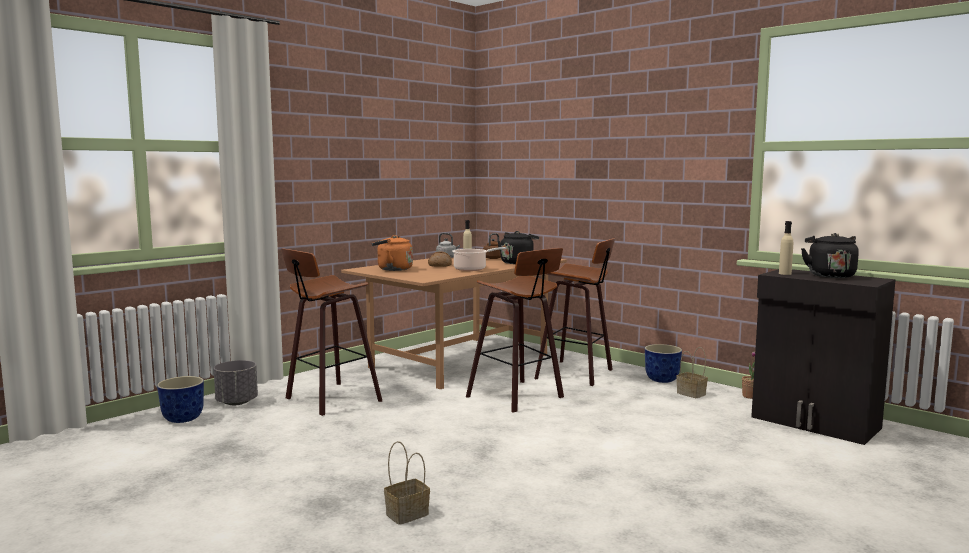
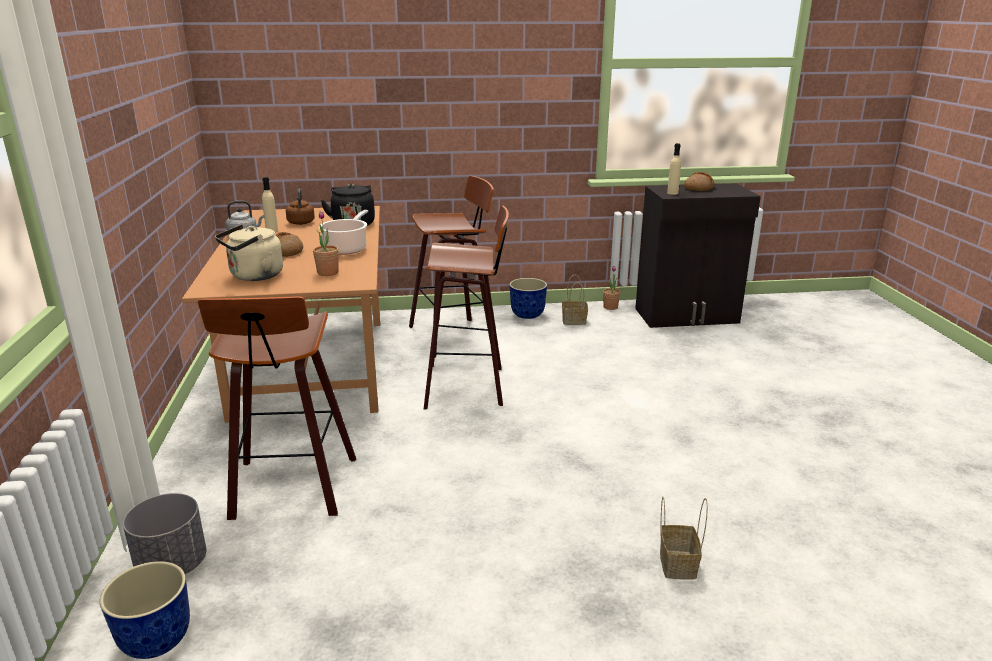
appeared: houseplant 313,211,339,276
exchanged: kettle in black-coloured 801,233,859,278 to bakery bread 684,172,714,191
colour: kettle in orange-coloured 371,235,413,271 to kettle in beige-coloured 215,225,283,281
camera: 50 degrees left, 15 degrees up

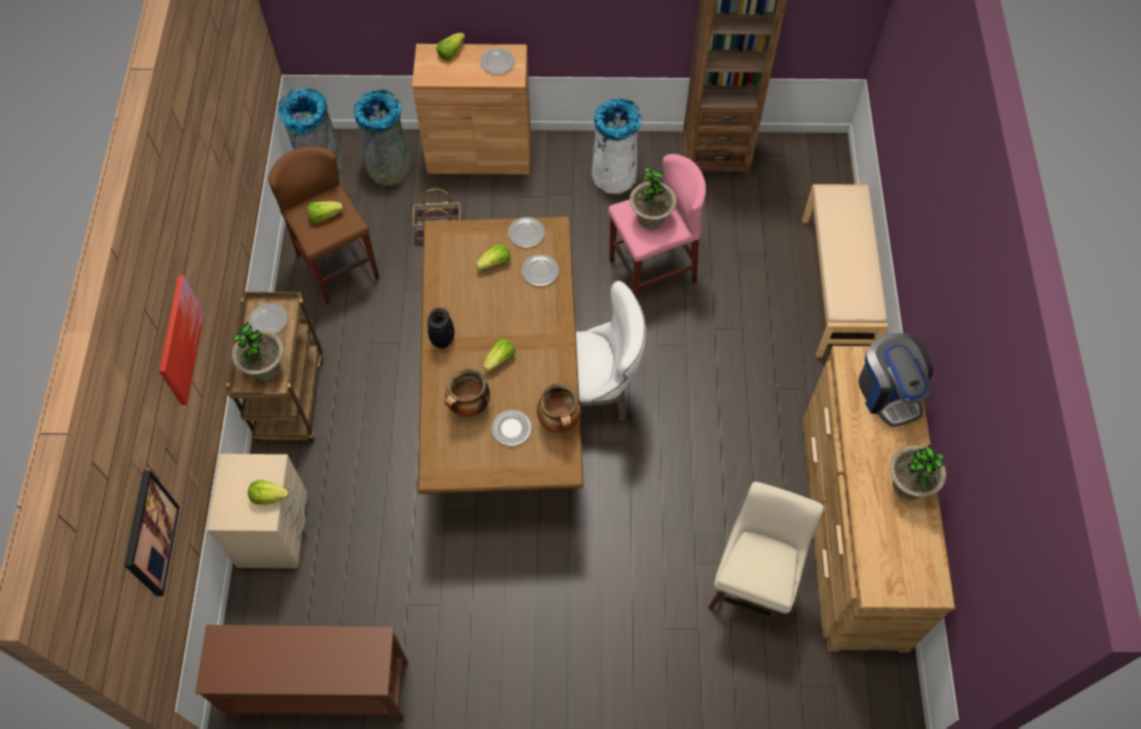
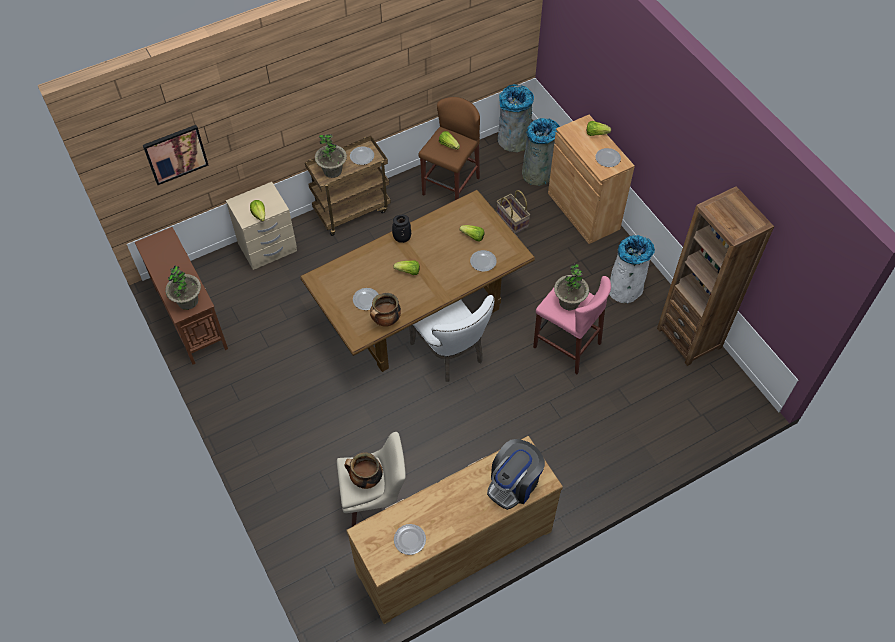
missing: wall picture 159,275,204,405; bench in beige-coloured 802,184,888,357
relocated: cooking pot 444,369,490,417 to 344,452,383,489; dinner plate 508,217,545,248 to 394,524,426,555; houseplant 890,444,946,500 to 165,265,201,310
camera: 60 degrees right, 5 degrees down

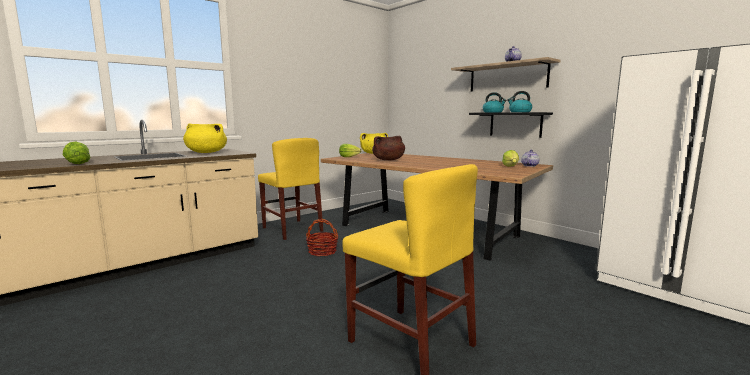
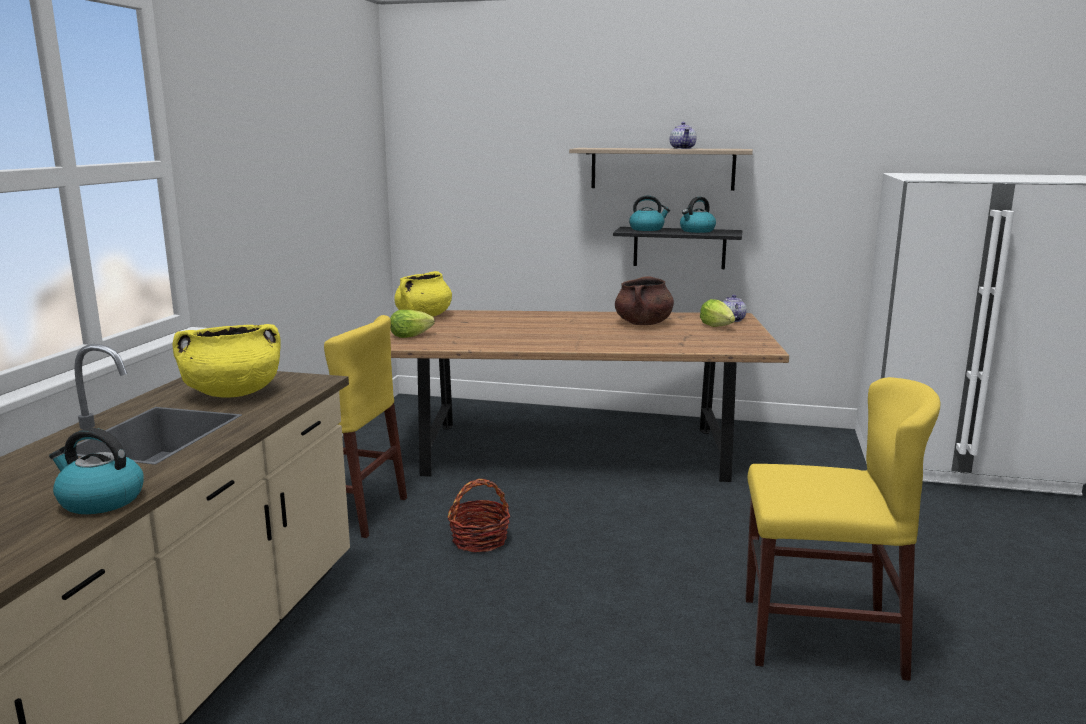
relocated: cooking pot in brownish 372,136,405,160 to 615,276,674,325
exchanged: head of lettuce 63,141,91,164 to kettle 49,428,144,514
camera: 35 degrees left, 5 degrees up

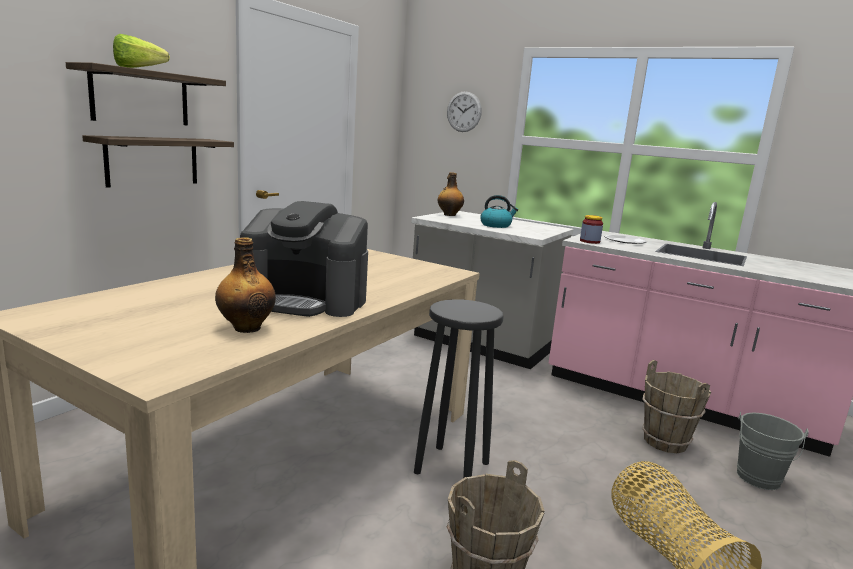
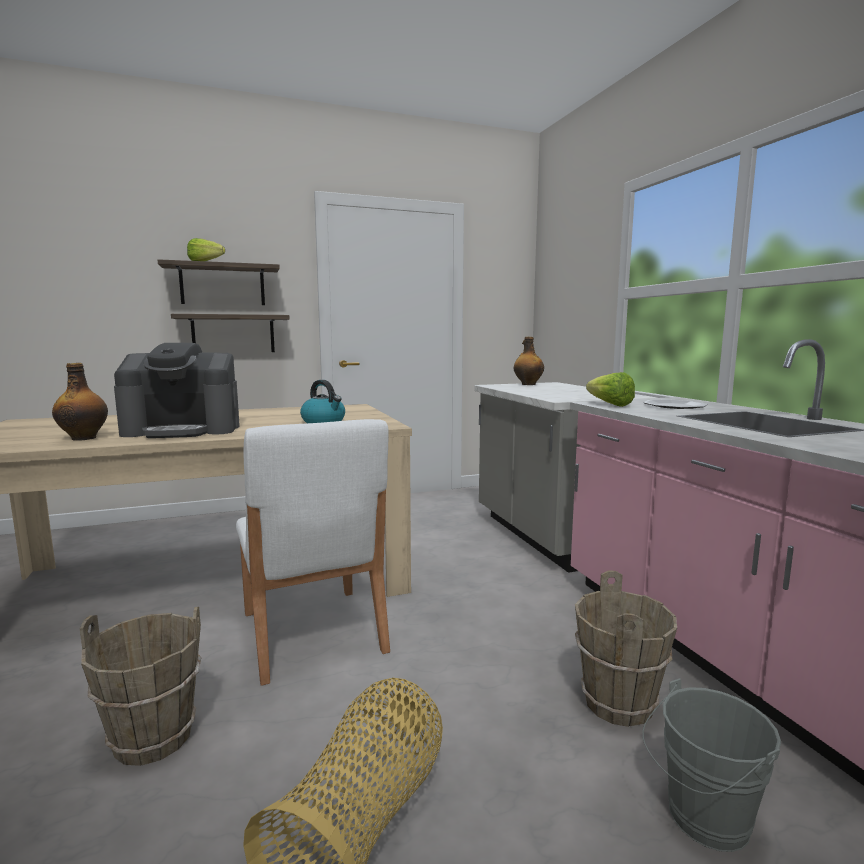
missing: clock on the wall 447,91,482,132
relocated: kettle 480,195,518,228 to 300,380,345,423
exchanged: sitting stool in black-coloured 414,299,504,478 to upright chair in white 236,419,390,686; storage jar 580,215,603,244 to head of lettuce 586,372,635,407
spun: coffee brewer 240,201,368,317 = 114,343,240,438 60 degrees counterclockwise
camera: 40 degrees right, 5 degrees down

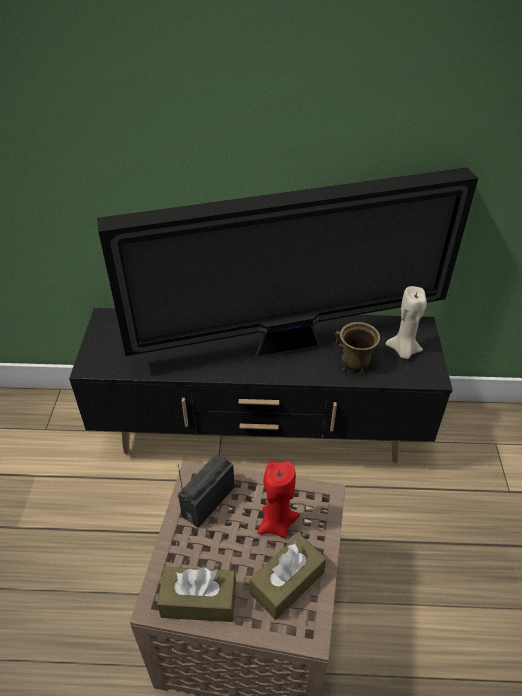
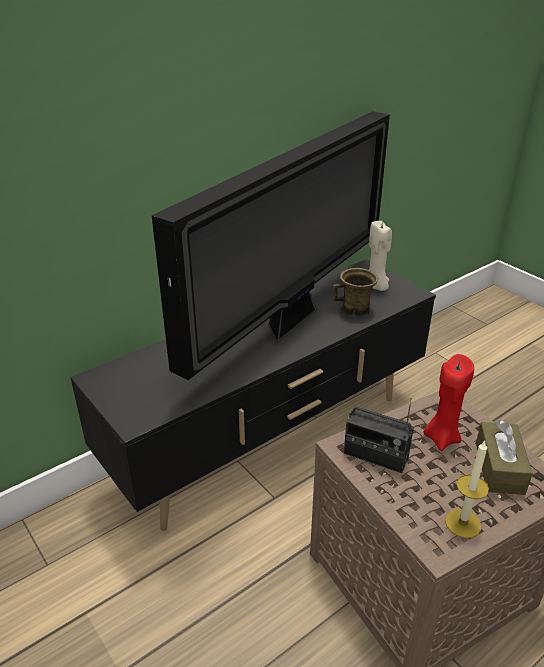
exchanged: tissue box in brownish 157,567,236,622 to wax candle 445,441,489,538
spun: radio set 178,454,235,528 = 344,398,414,473 60 degrees counterclockwise
camera: 40 degrees left, 10 degrees down

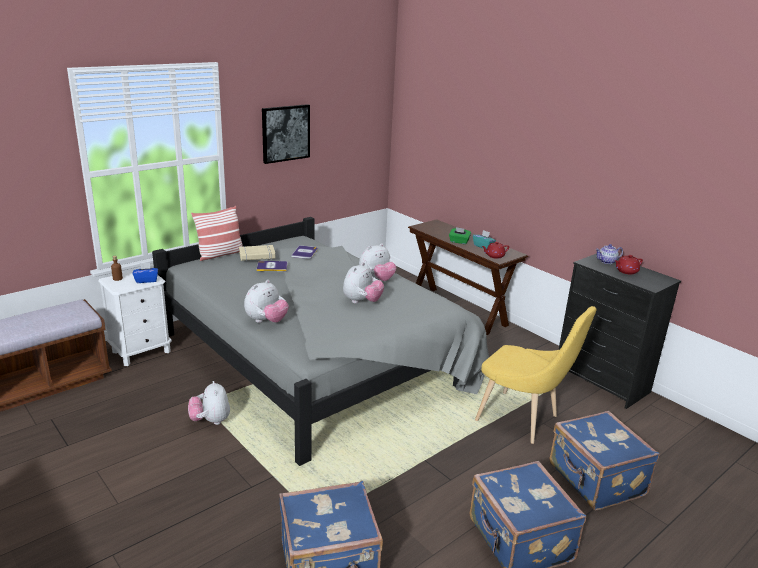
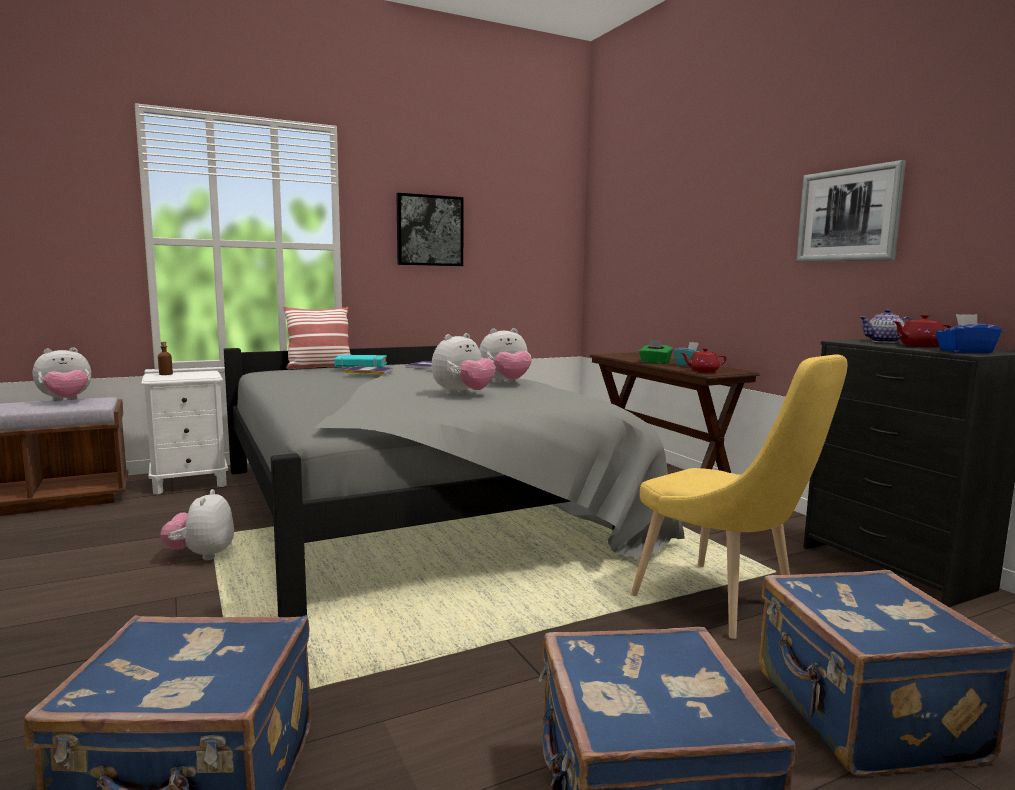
appeared: wall picture 796,160,906,262
relocated: tissue box in blue 133,263,158,283 to 936,314,1002,353; soft toy 244,280,289,323 to 33,347,91,401
colour: volume in beige-coloured 239,245,275,261 to volume in turquoise 335,355,387,367
camera: 15 degrees right, 15 degrees down

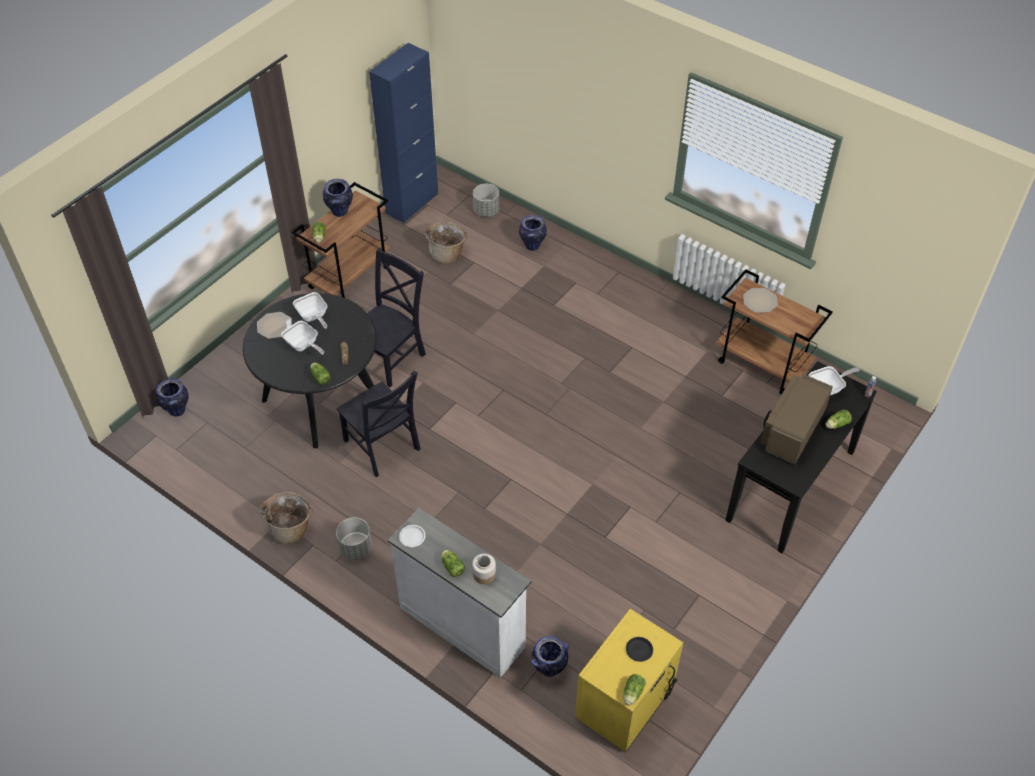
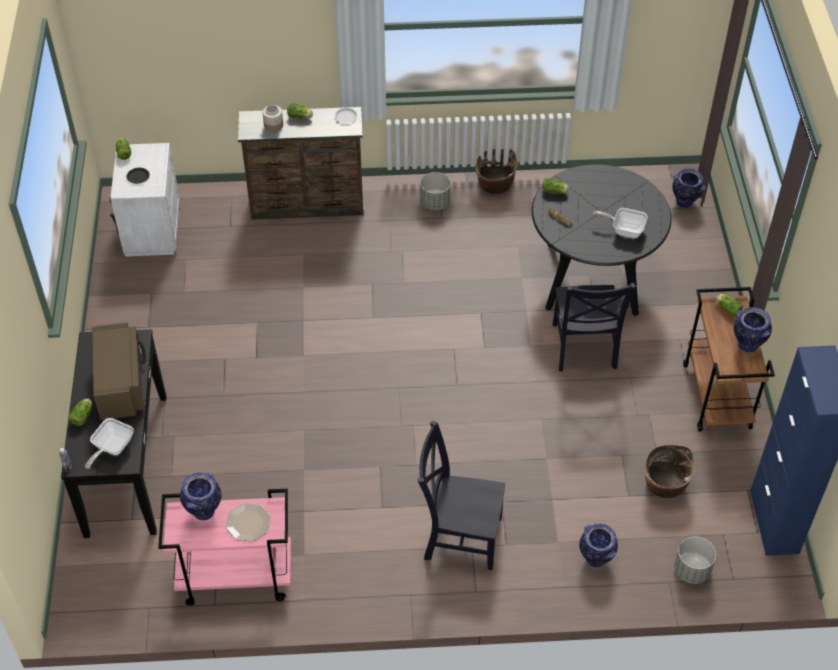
missing: dinner plate 257,312,292,339; pan 281,321,324,355
relocated: upright chair in black-coloured 337,371,421,477 to 418,421,505,570; decorative vase 531,636,569,677 to 180,472,221,520
colour: dresser in white 388,508,531,678 to dresser in brownish 238,107,363,220; nightstand in yellow 575,609,683,752 to nightstand in white 110,143,180,257; cart in brownish 716,269,833,395 to cart in pink 158,489,291,606
camera: 140 degrees right, 0 degrees up

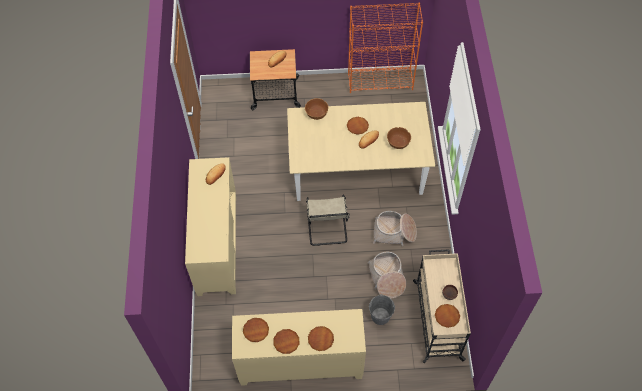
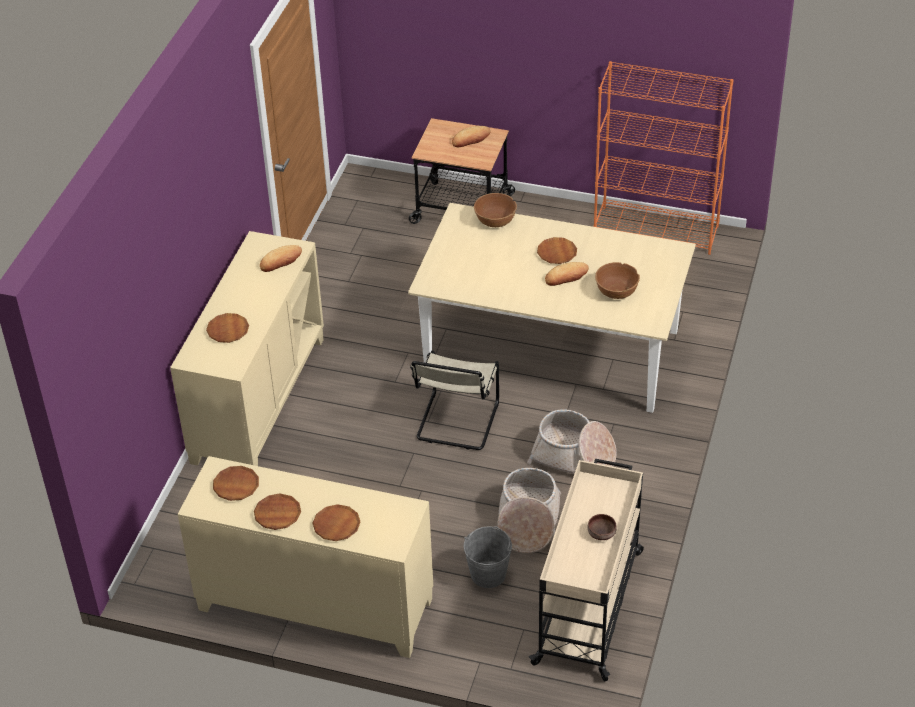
relocated: dinner plate in brownish 435,304,460,328 to 206,313,249,343
camera: 20 degrees right, 15 degrees down

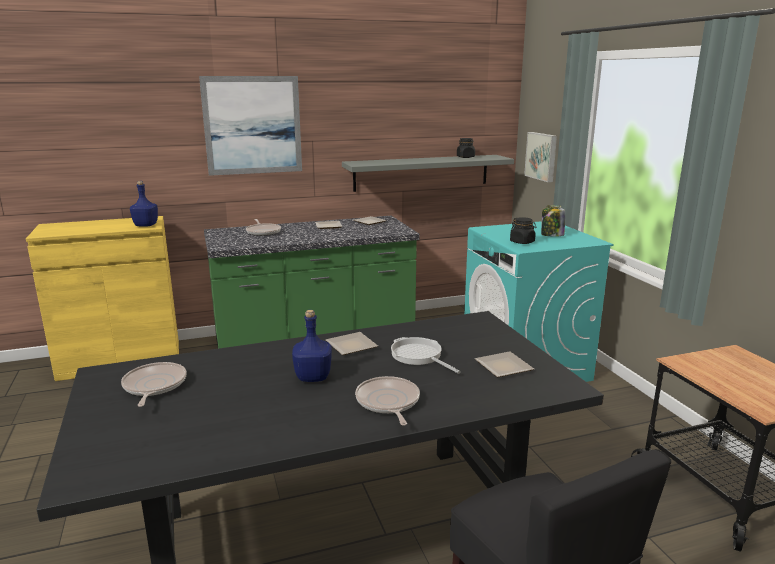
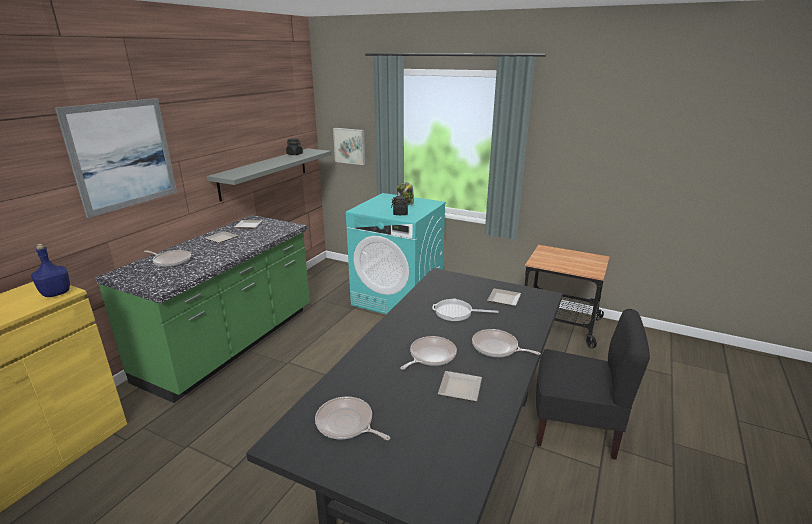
relocated: dinner plate 326,332,378,355 to 438,371,482,402
exchanged: beverage bottle in blue 292,310,332,382 to pan 400,336,457,370
camera: 45 degrees left, 5 degrees up

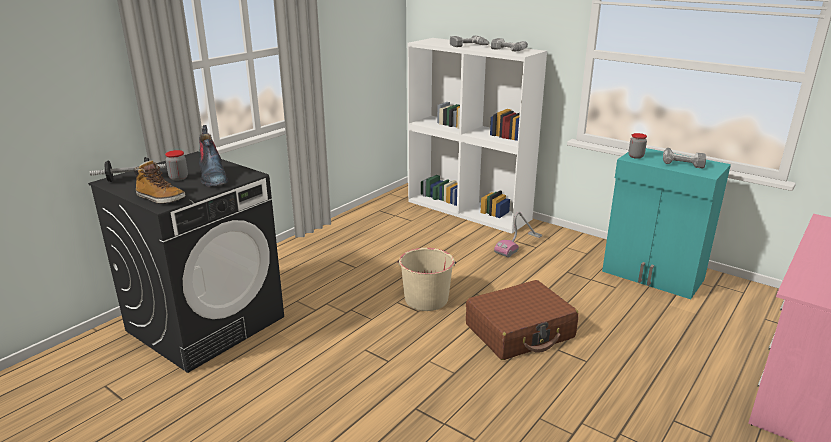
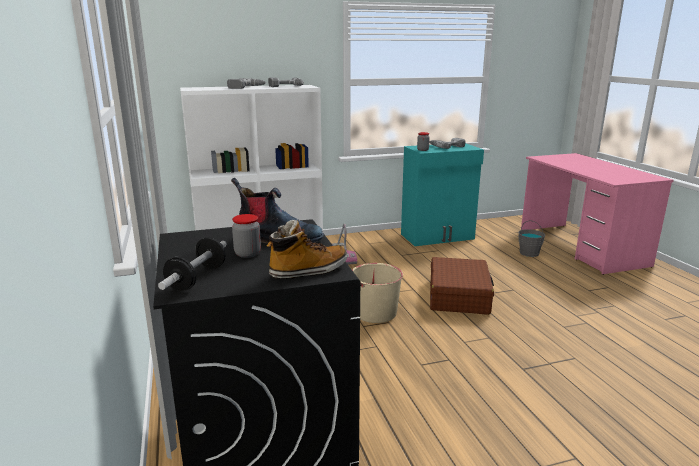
appeared: water bucket in grey 518,220,545,257
camera: 55 degrees left, 5 degrees down

